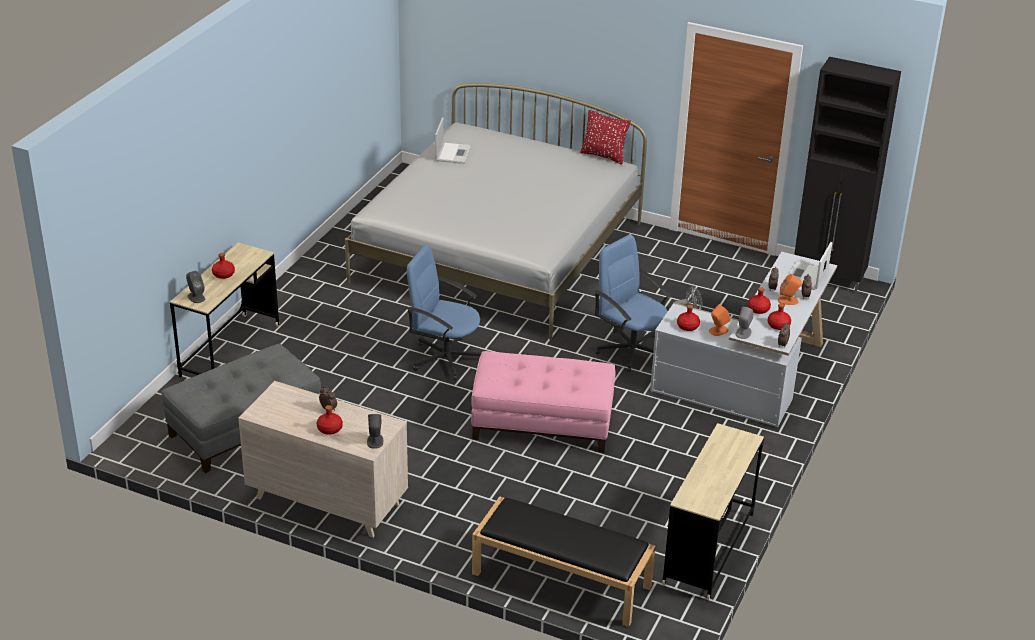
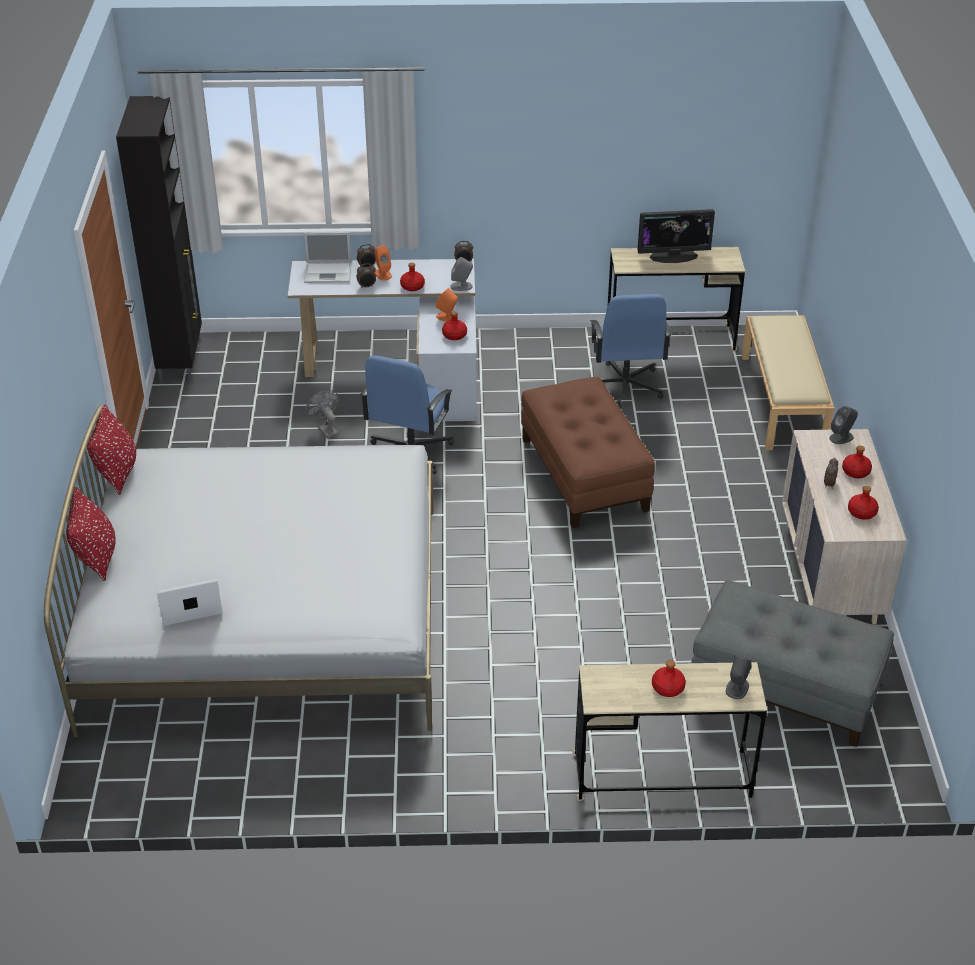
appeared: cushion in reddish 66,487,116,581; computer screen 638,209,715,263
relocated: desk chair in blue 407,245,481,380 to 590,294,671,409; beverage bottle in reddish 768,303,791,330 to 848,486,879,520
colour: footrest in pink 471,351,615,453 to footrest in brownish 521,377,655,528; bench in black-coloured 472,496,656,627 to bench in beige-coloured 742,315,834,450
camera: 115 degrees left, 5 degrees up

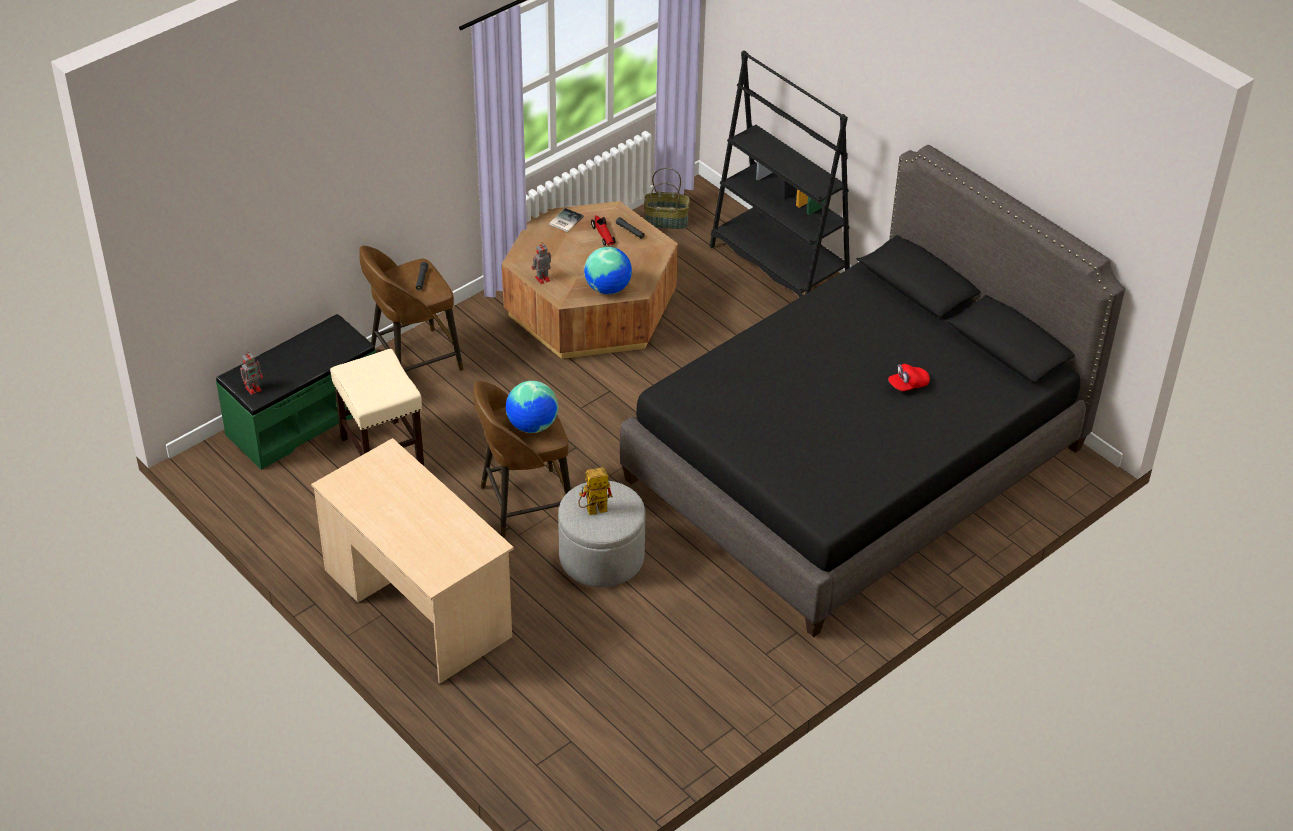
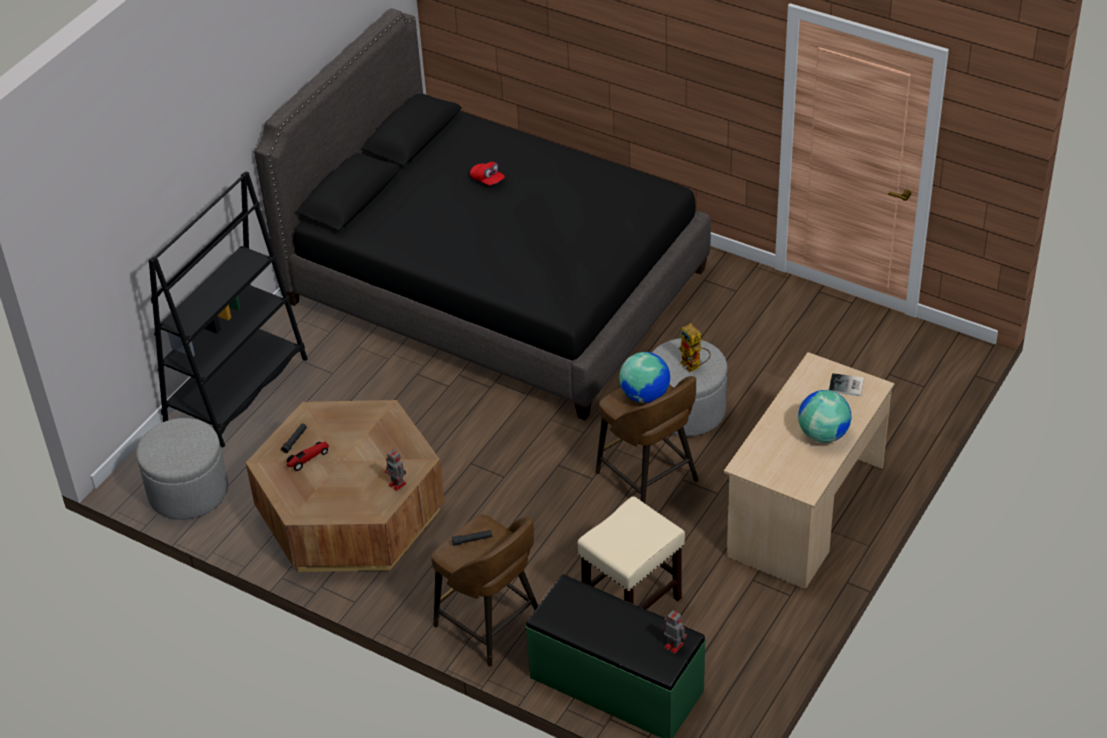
relocated: volume 549,208,584,232 to 829,373,864,396; globe 584,247,632,294 to 798,390,851,443
exchanged: storage basket 644,168,690,229 to footrest in grey 137,418,228,520
camera: 105 degrees left, 0 degrees up

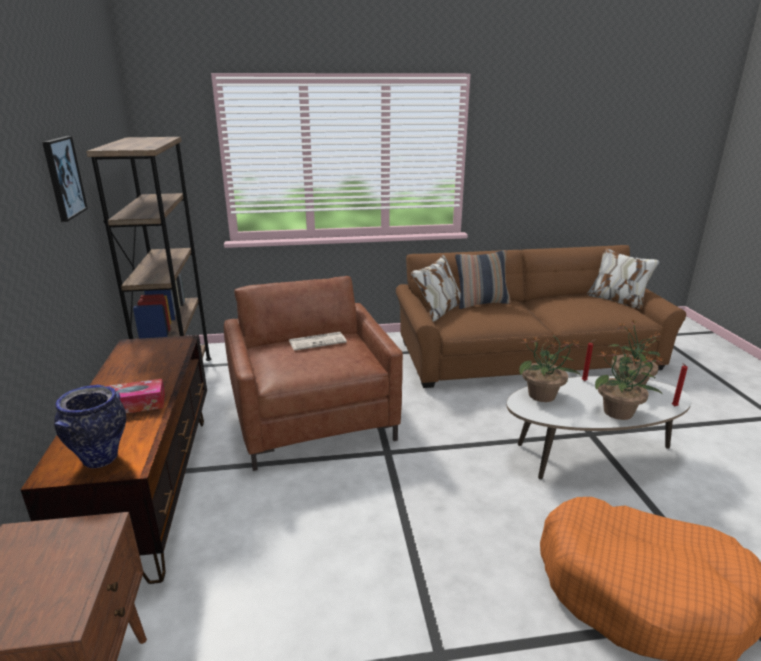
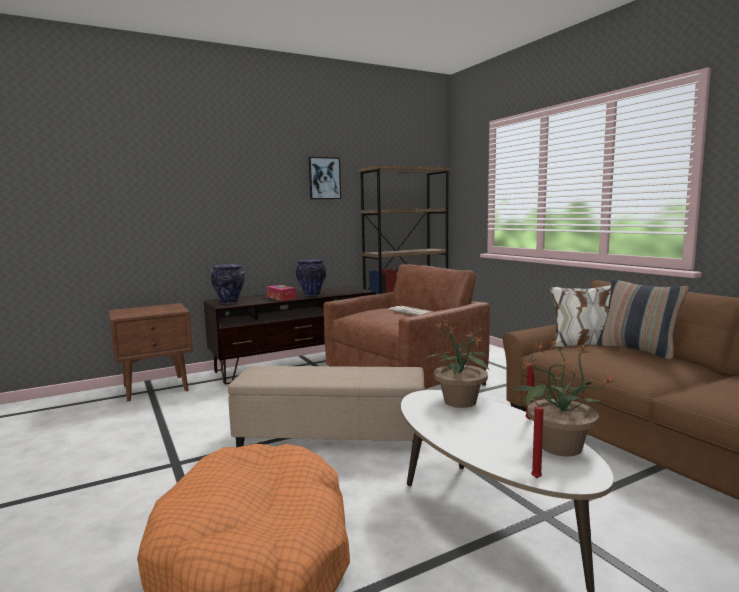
missing: houseplant 595,346,664,420
appeared: footrest in beige-coloured 228,366,425,447; decorative vase 296,259,326,296
camera: 70 degrees right, 15 degrees down

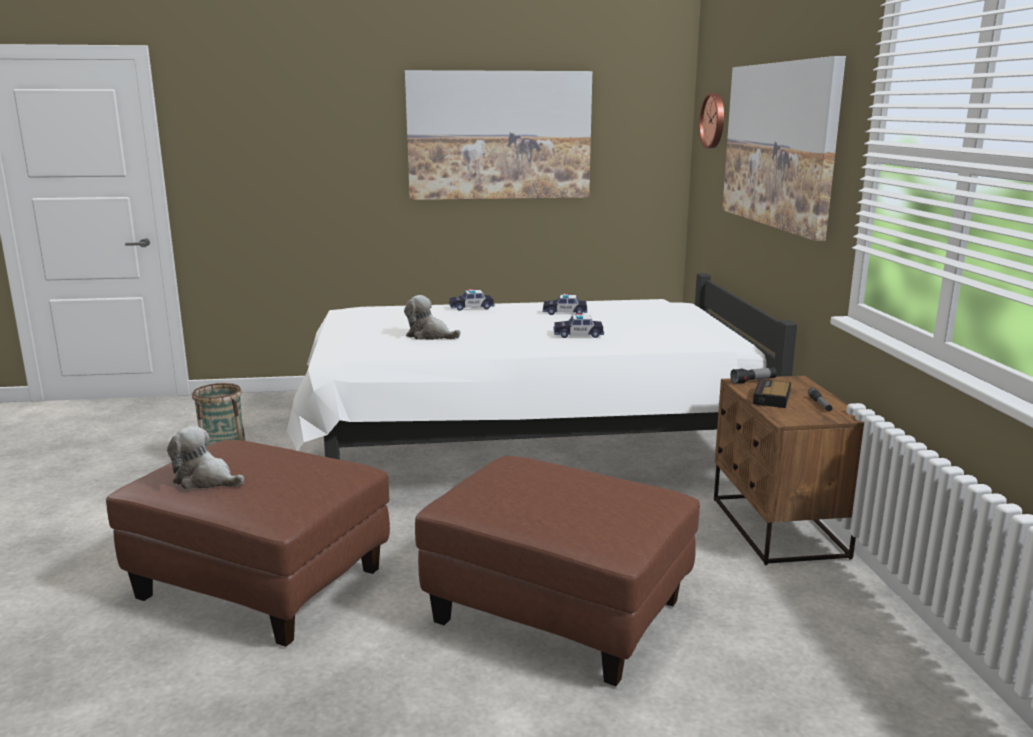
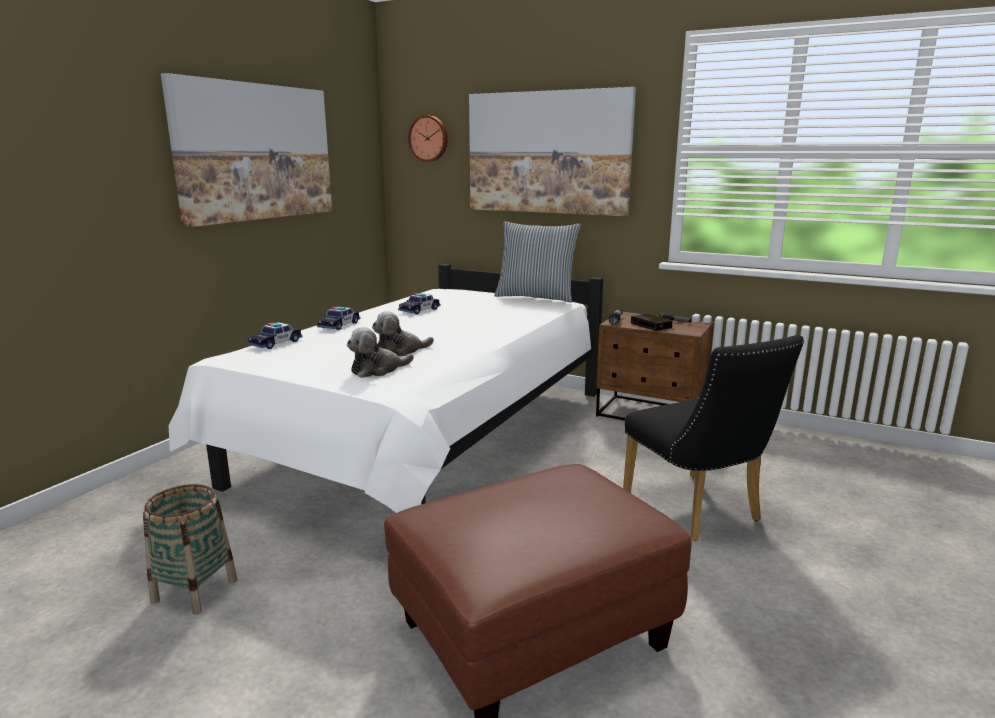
appeared: cushion 494,221,581,303
relocated: soft toy 167,426,244,489 to 347,327,414,378; model car 554,314,604,338 to 247,322,302,349
exchanged: footrest in brownish 415,456,700,686 to upright chair in black-coloured 623,335,804,541
camera: 55 degrees left, 0 degrees up

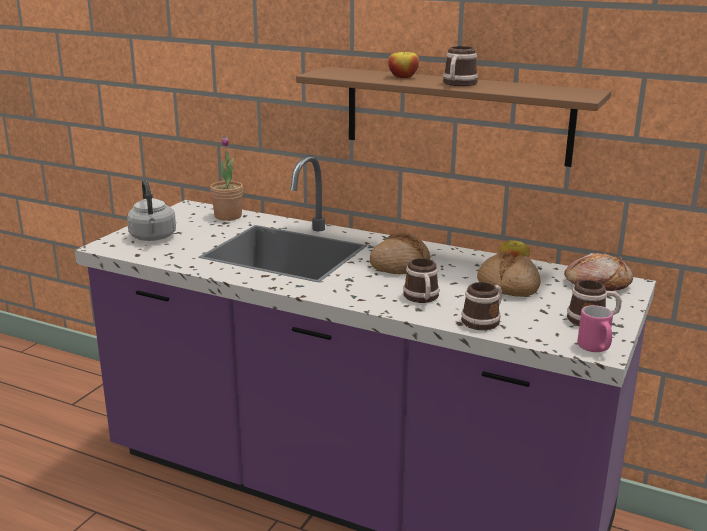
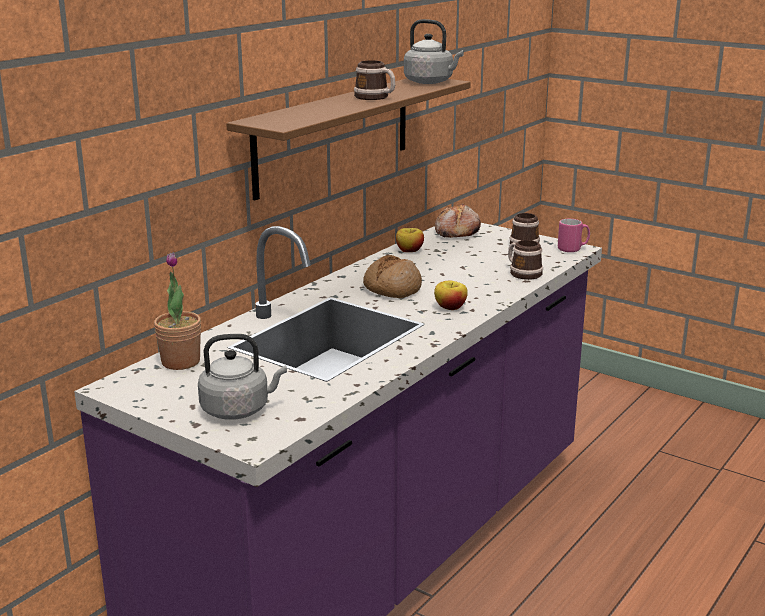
missing: tea mug 403,258,440,303; bakery bread 477,252,541,297
appeared: kettle in grey 404,19,464,84
relocated: whole apple 388,52,419,78 to 434,281,468,310
camera: 80 degrees left, 0 degrees up

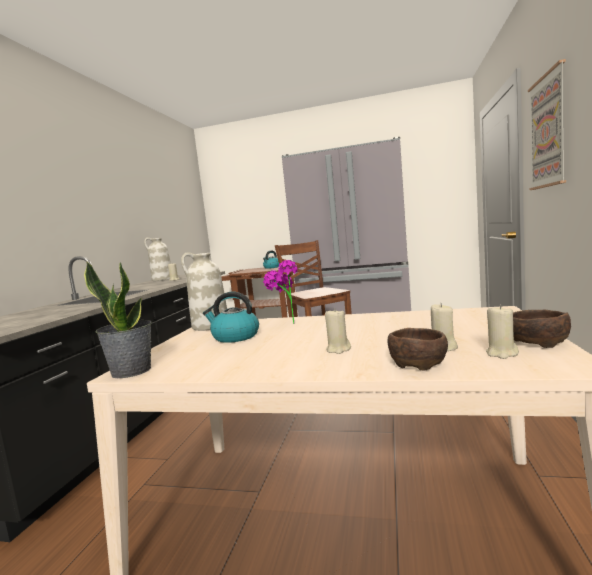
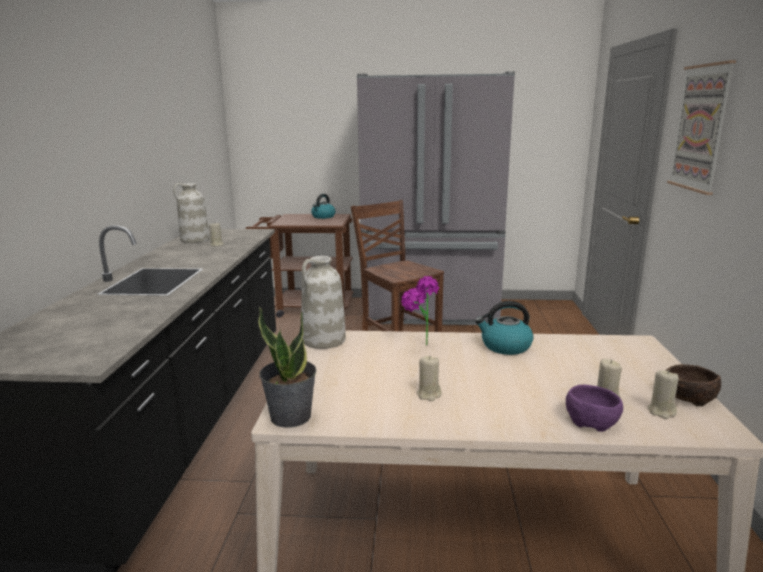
relocated: kettle 203,292,259,343 to 475,301,533,355; wax candle in beige-coloured 325,308,351,354 to 417,355,442,401
colour: bowl in brownish 388,328,448,370 to bowl in purplish 566,384,623,432
camera: 10 degrees left, 10 degrees up

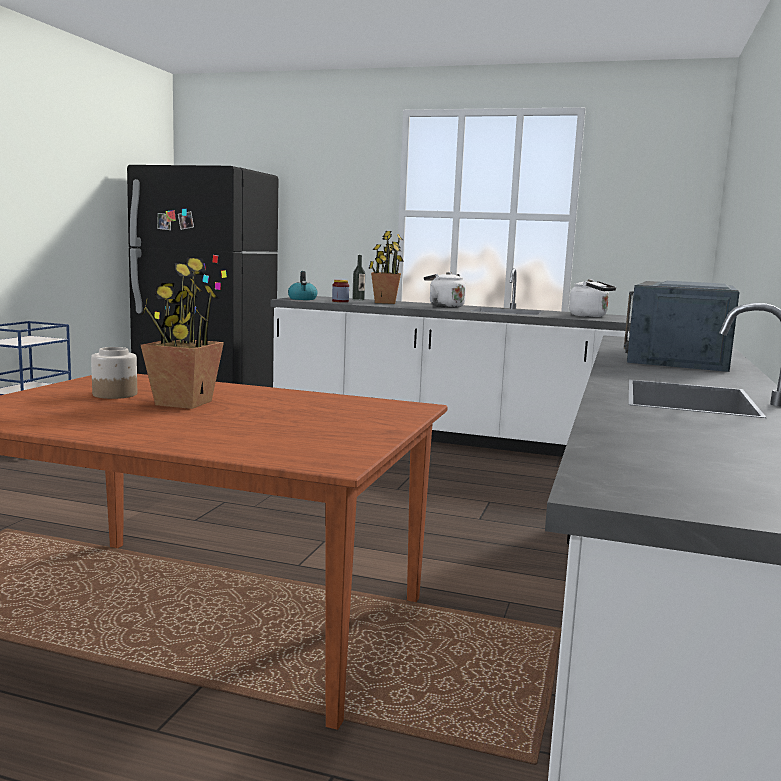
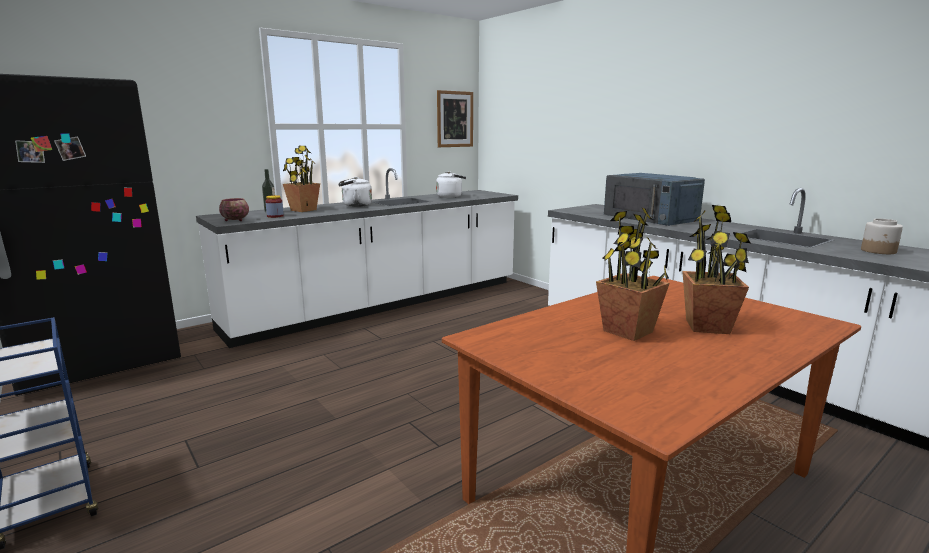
appeared: wall picture 437,90,473,147; houseplant 682,205,750,334
relocated: storage jar 91,347,137,399 to 861,219,903,254
exchanged: kettle 288,271,318,300 to bowl 219,198,249,221
camera: 55 degrees left, 5 degrees up

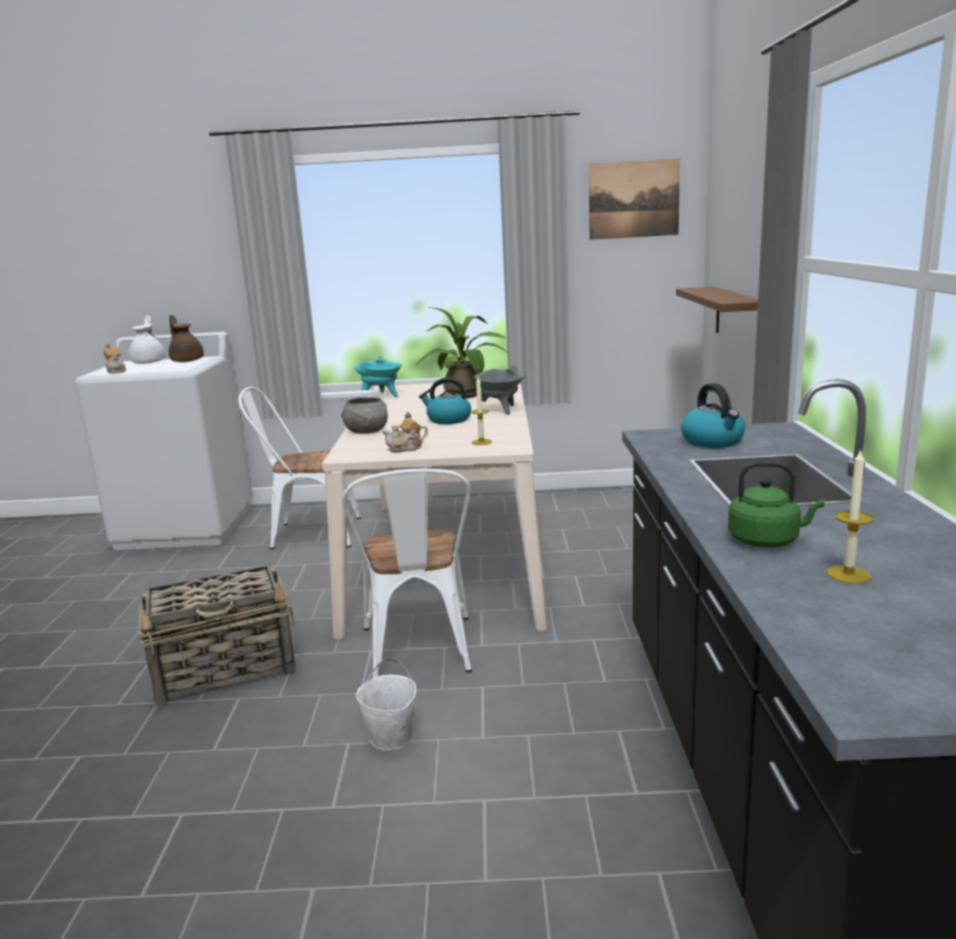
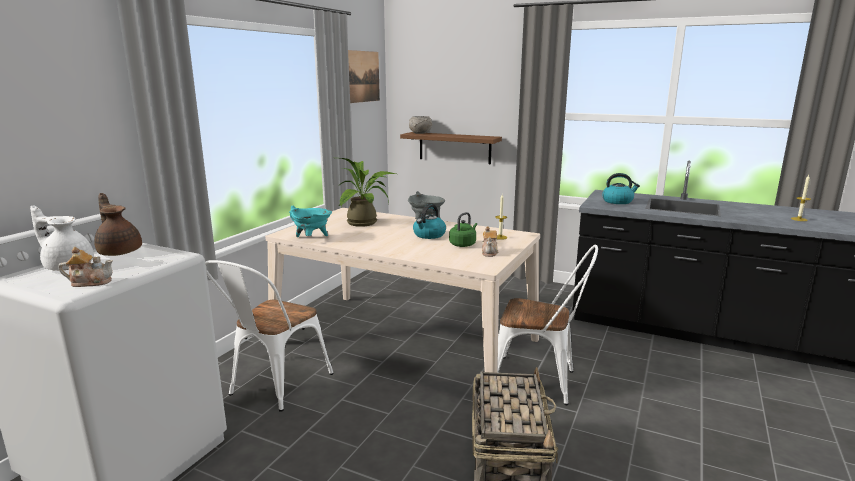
missing: water bucket in white 356,659,416,751
relocated: bowl in grey 341,397,388,434 to 409,116,432,134; kettle in green-coloured 728,461,825,547 to 449,212,477,247
spun: tea pot in brownish 169,315,204,362 = 94,193,142,256 60 degrees clockwise
camera: 65 degrees left, 0 degrees up

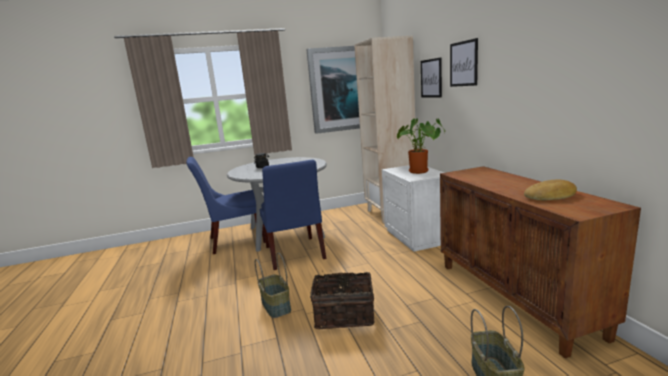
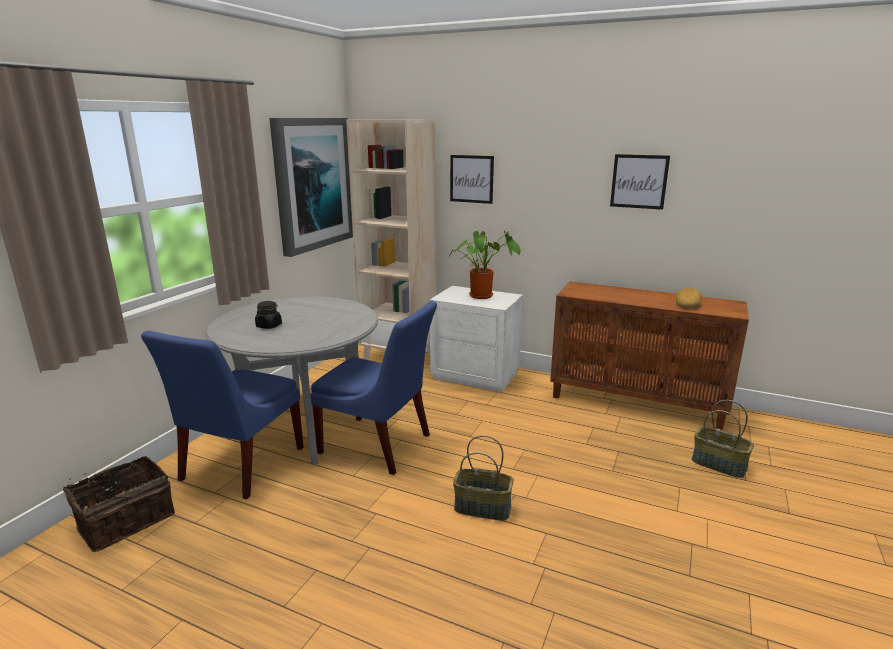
relocated: storage basket 310,271,374,329 to 63,456,175,552; wall picture 450,38,478,87 to 610,154,670,210
camera: 50 degrees left, 5 degrees up

